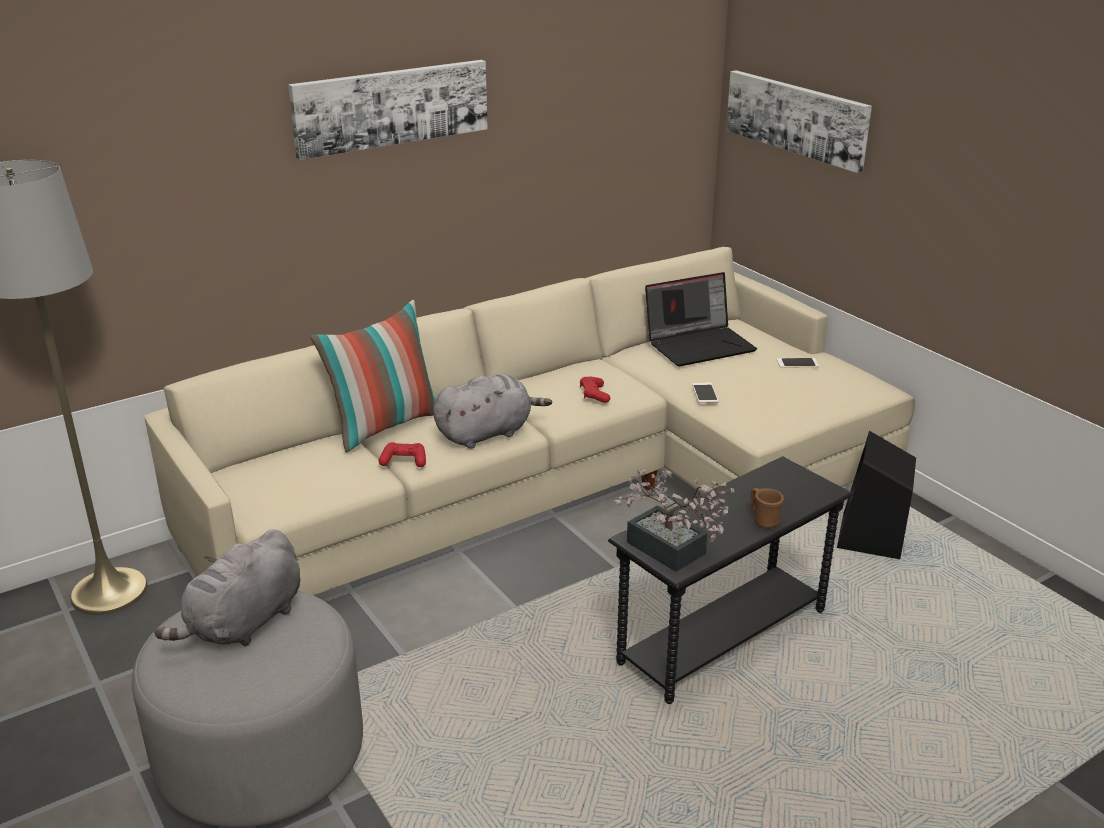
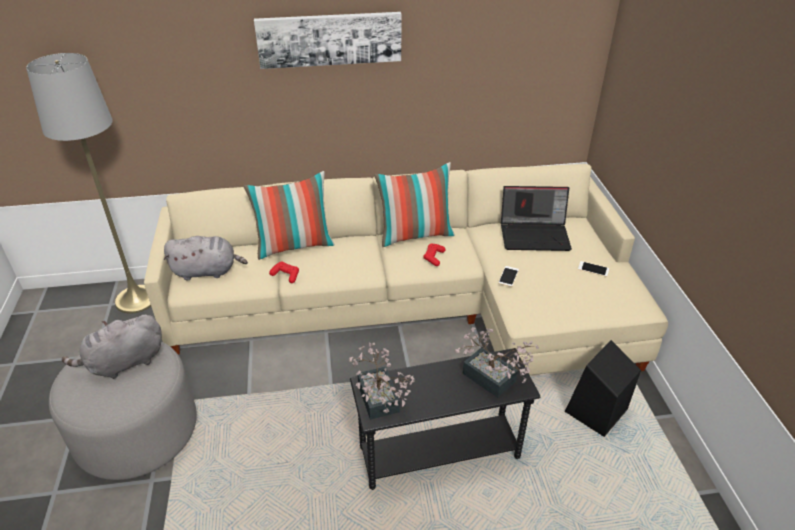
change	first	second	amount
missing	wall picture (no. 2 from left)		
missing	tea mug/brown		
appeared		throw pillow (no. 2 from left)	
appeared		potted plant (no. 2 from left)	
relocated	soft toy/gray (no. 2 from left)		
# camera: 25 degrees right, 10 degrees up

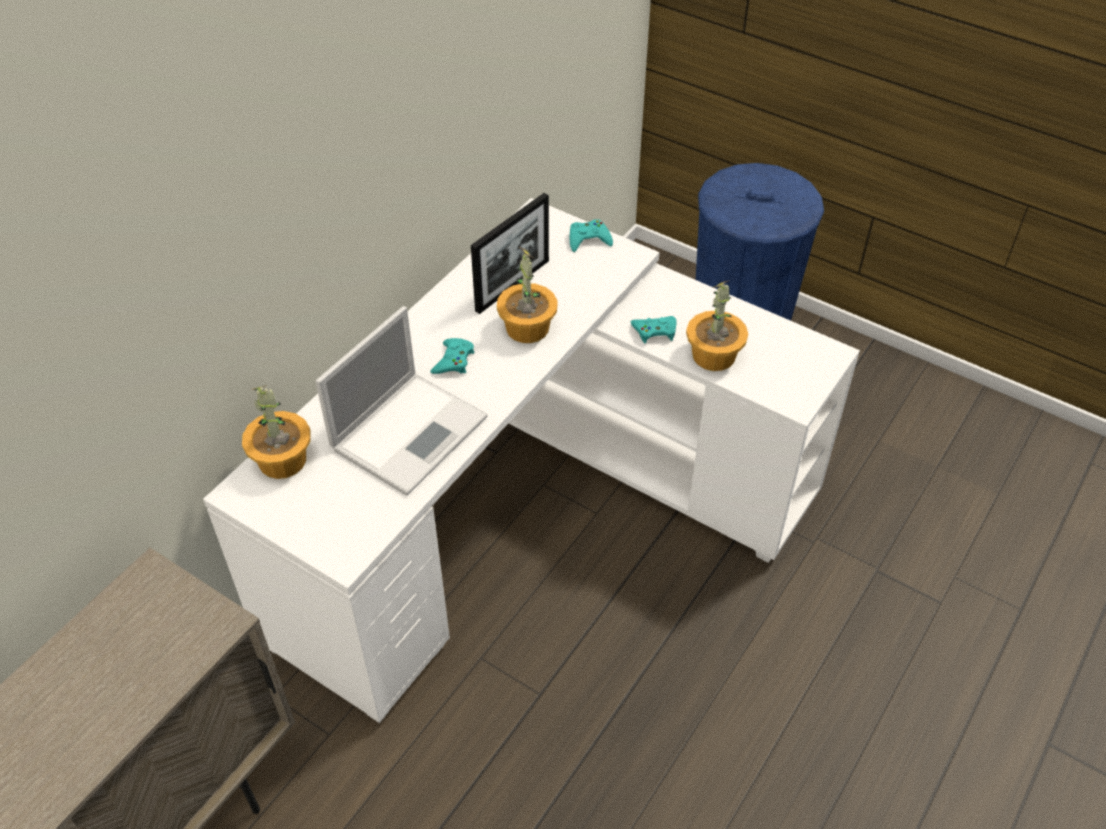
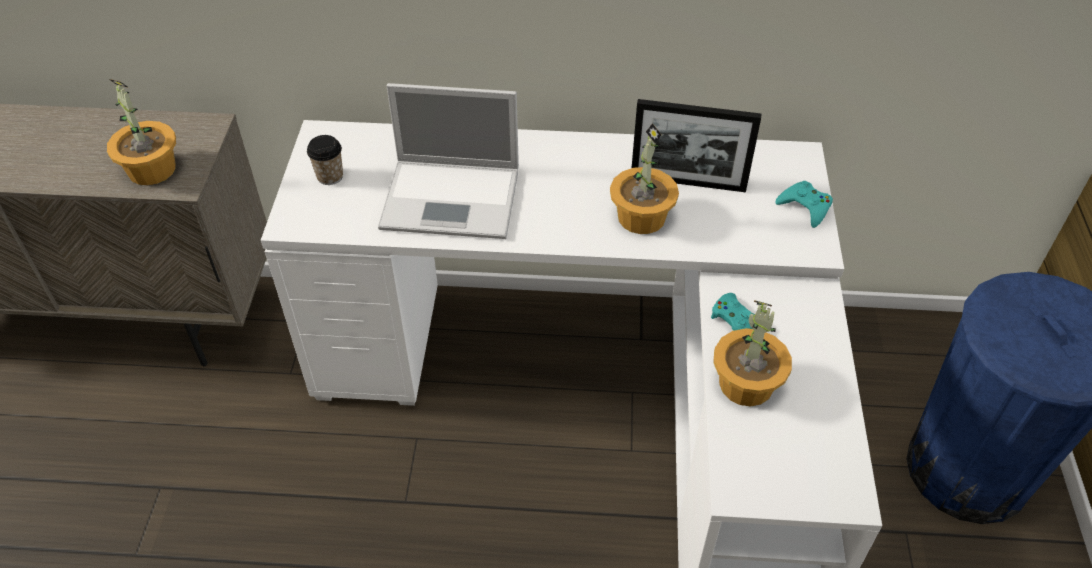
change	first	second	amount
missing	game controller/turquoise (no. 1 from left)		
appeared		small cup	
relocated	potted plant (no. 1 from left)		
# camera: 60 degrees right, 0 degrees up

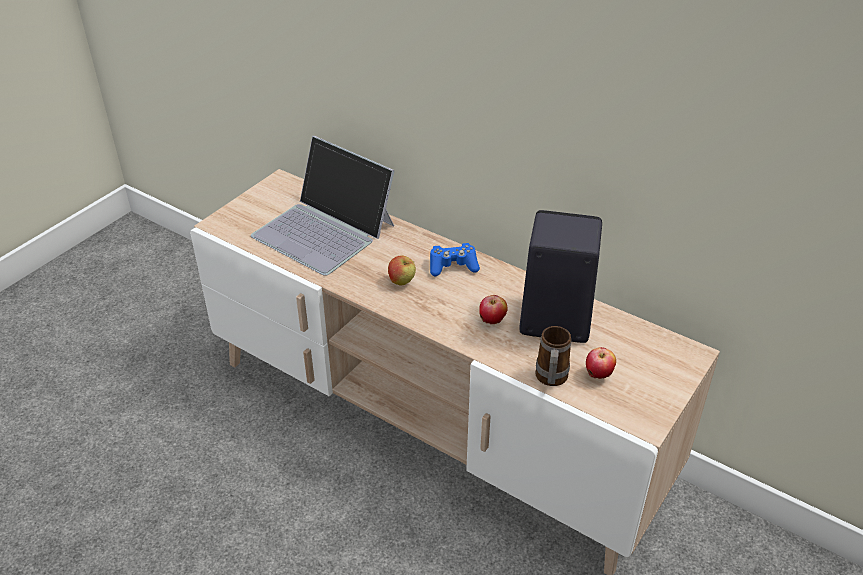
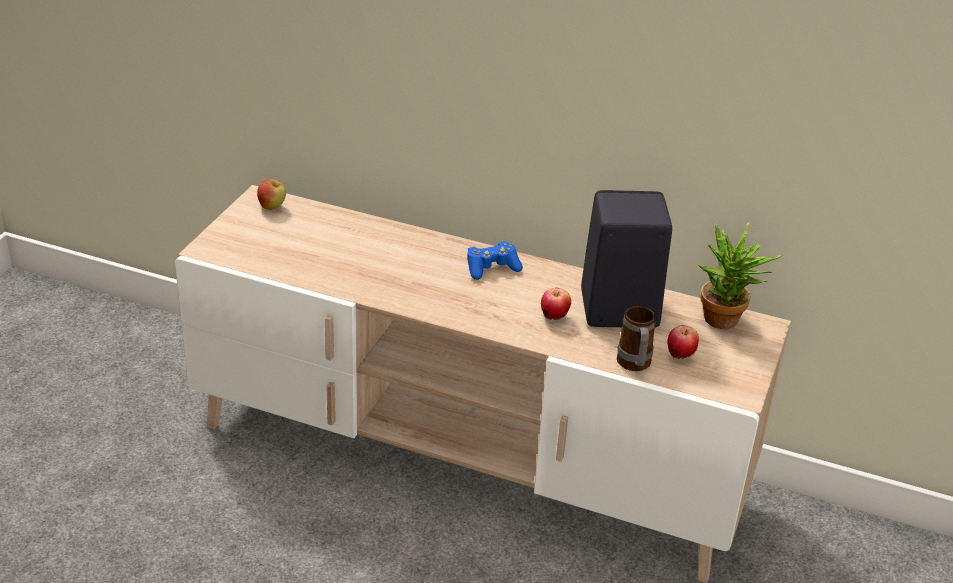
change	first	second	amount
missing	laptop		
appeared		potted plant	
relocated	apple (no. 1 from left)		
# camera: 15 degrees left, 5 degrees down

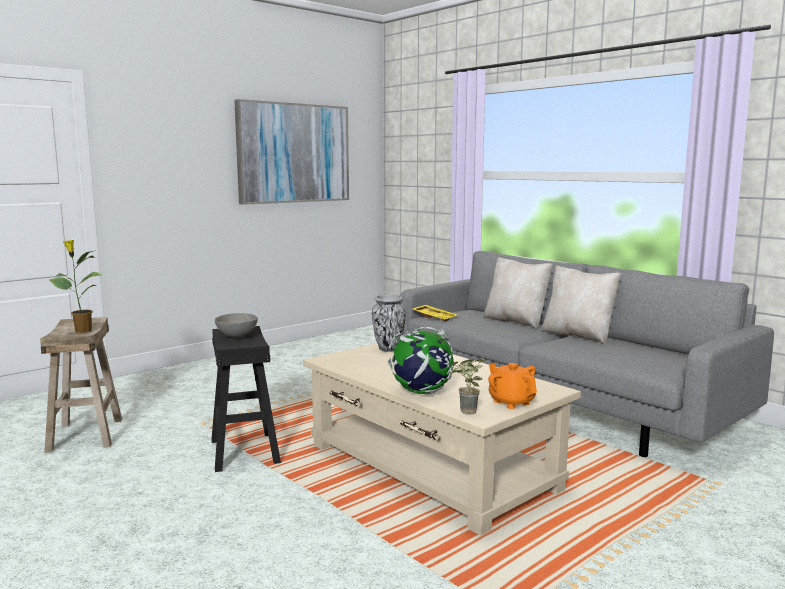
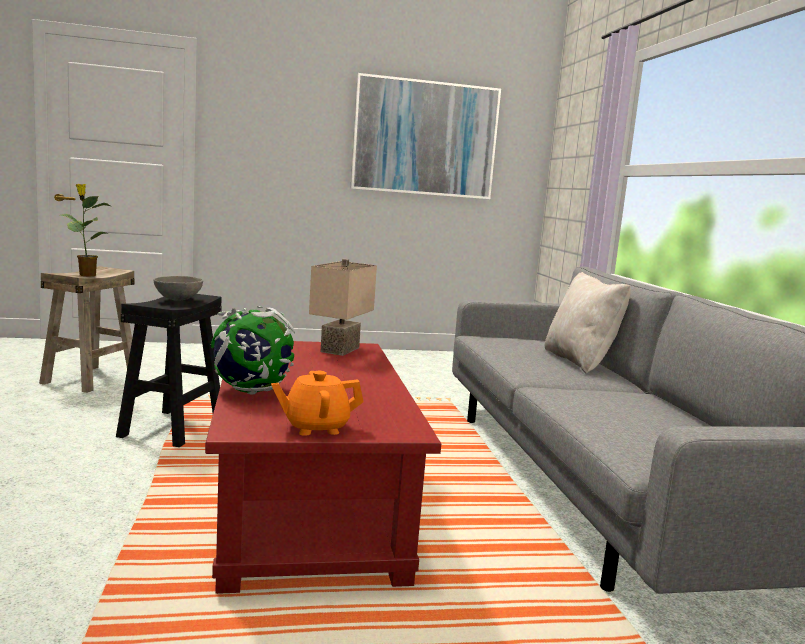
change	first	second	amount
missing	serving tray/yellow-coloured		
missing	potted plant (no. 2 from left)		
missing	throw pillow/sand-coloured (no. 2 from left)		
exchanged	flower vase	table lamp/sand-coloured	
colour	coffee table/sand-coloured	coffee table/red	
spun	teapot/orangey		105 degrees counterclockwise
# camera: 30 degrees right, 0 degrees up

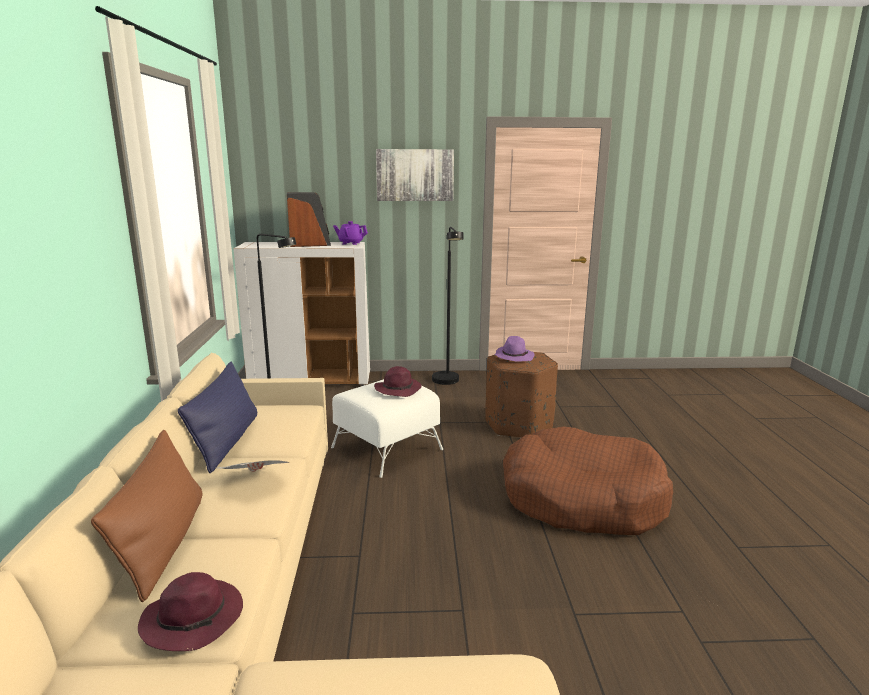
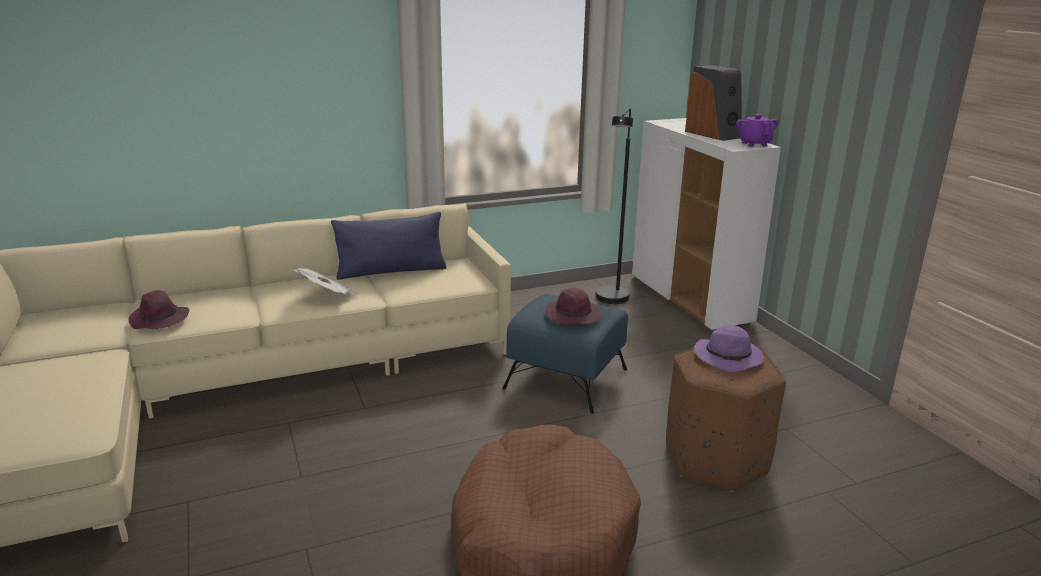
change	first	second	amount
missing	throw pillow/brown		
missing	wall picture		
missing	floor lamp/blackish (no. 2 from left)		
colour	ottoman/white-coloured	ottoman/bluish	
# camera: 70 degrees right, 5 degrees up

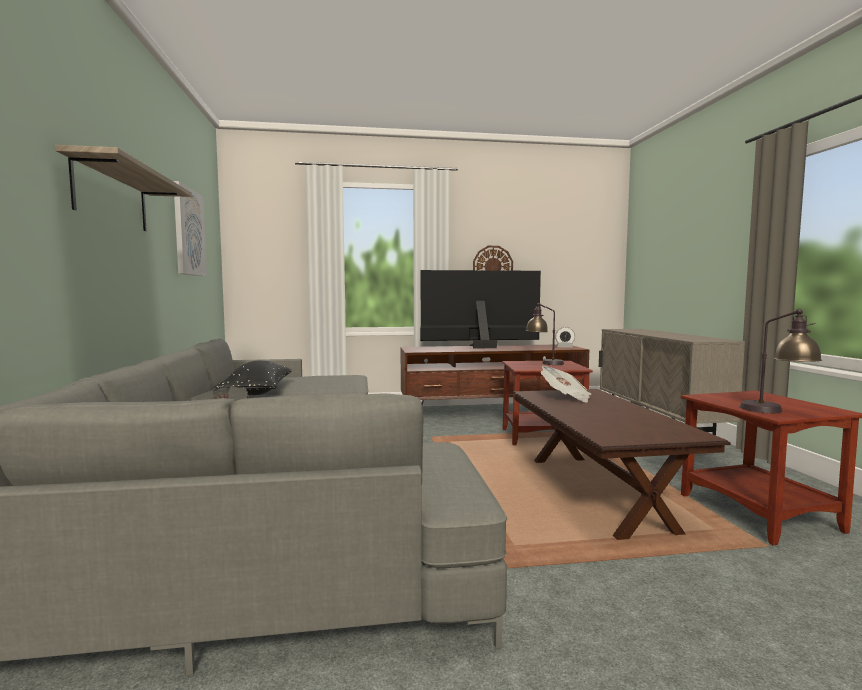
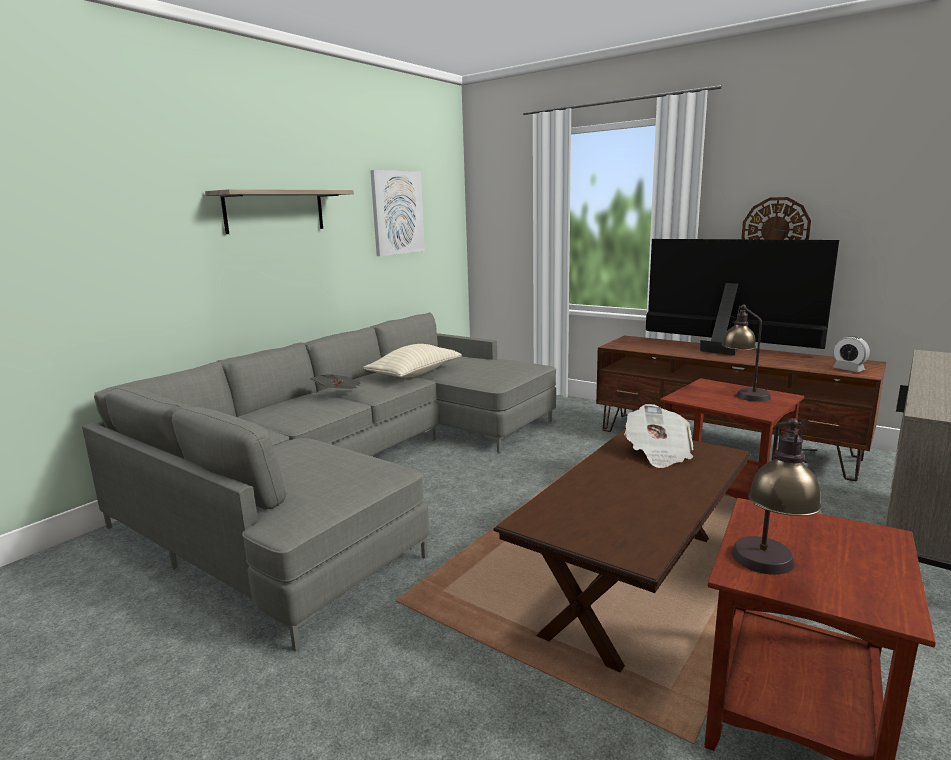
change	first	second	amount
colour	throw pillow/blackish	throw pillow/sand-coloured	
# camera: 45 degrees right, 10 degrees up

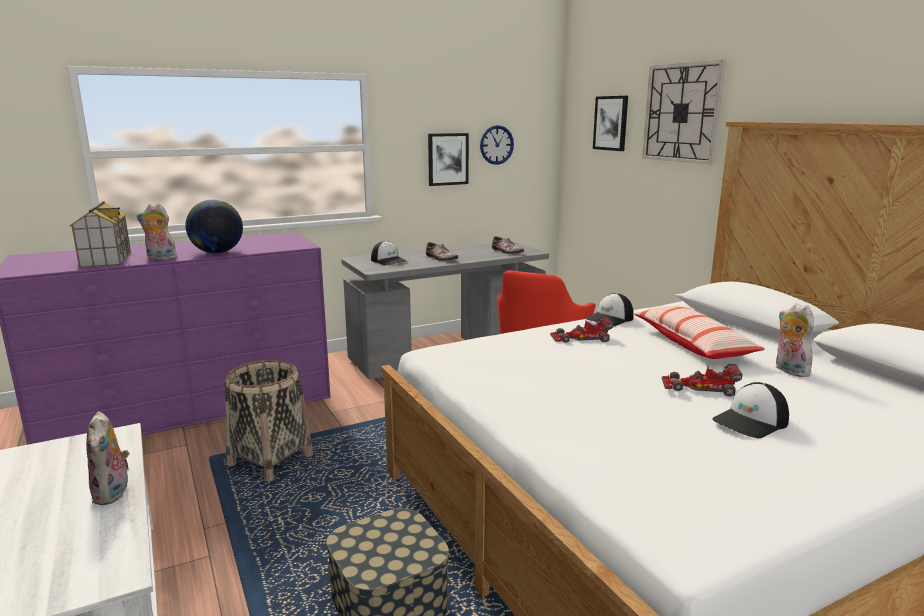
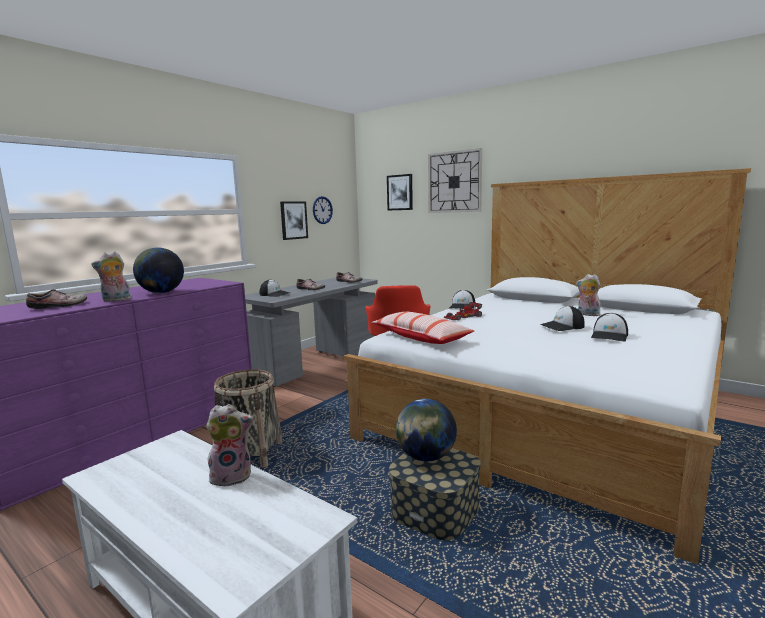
change	first	second	amount
appeared		desk globe (no. 2 from left)	
relocated	throw pillow		
exchanged	toy house	low shoe (no. 1 from left)	
exchanged	toy car (no. 2 from left)	peaked cap (no. 3 from left)	
spun	soft toy (no. 1 from left in the first image)	soft toy (no. 2 from left)	60 degrees counterclockwise
# camera: 25 degrees left, 5 degrees down

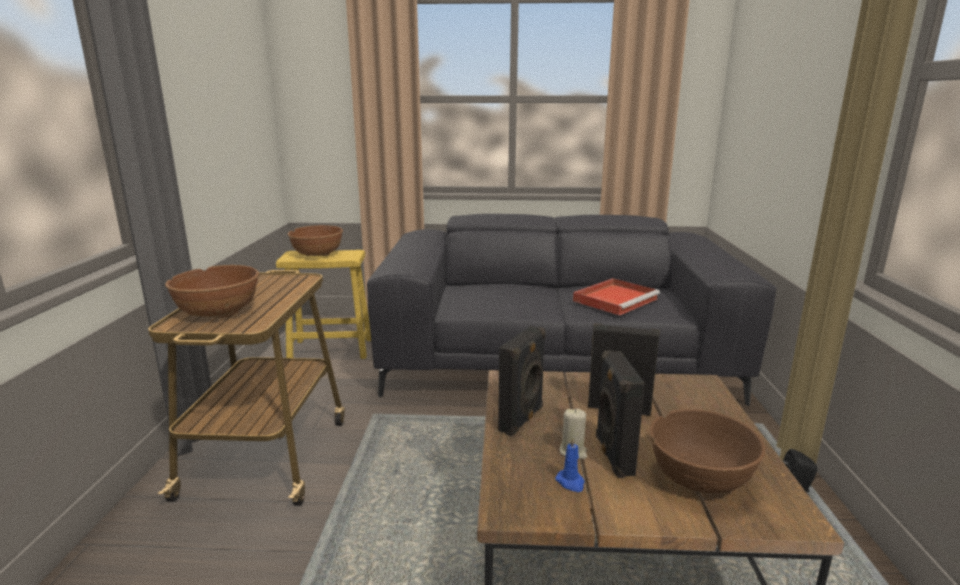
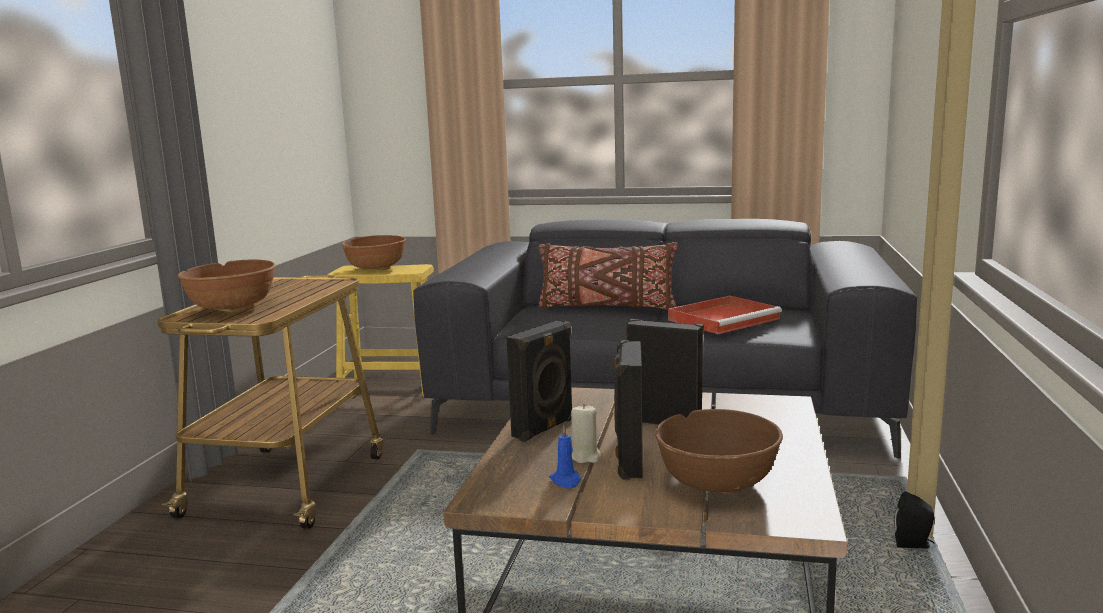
change	first	second	amount
appeared		throw pillow/brown	
# camera: 10 degrees right, 5 degrees down

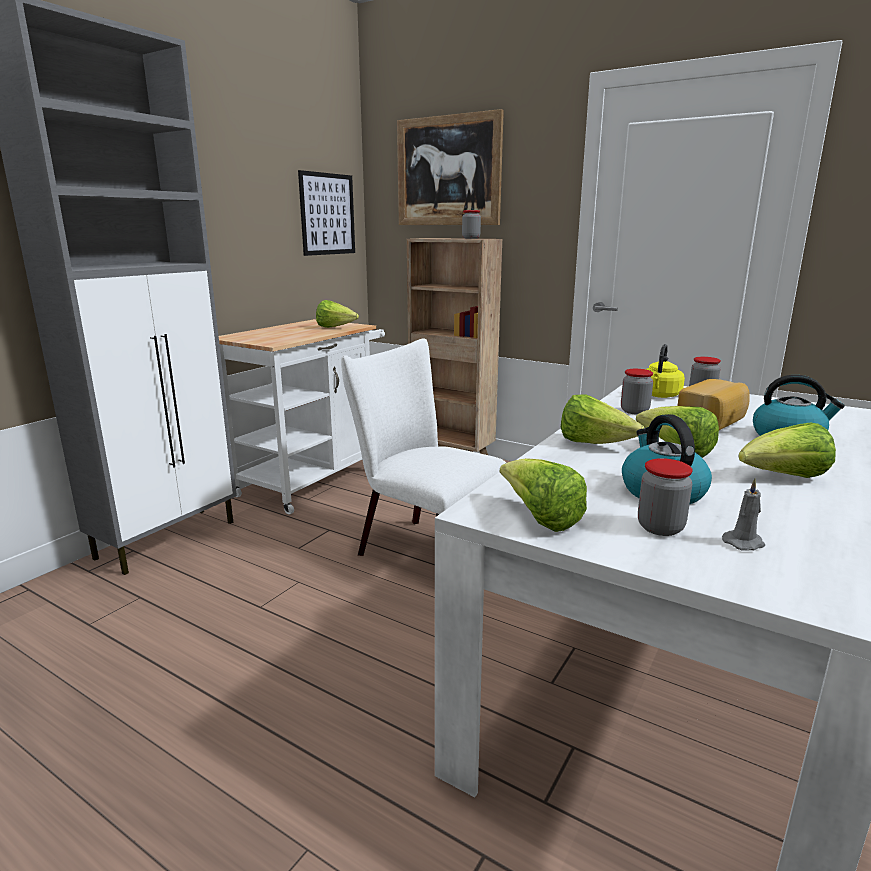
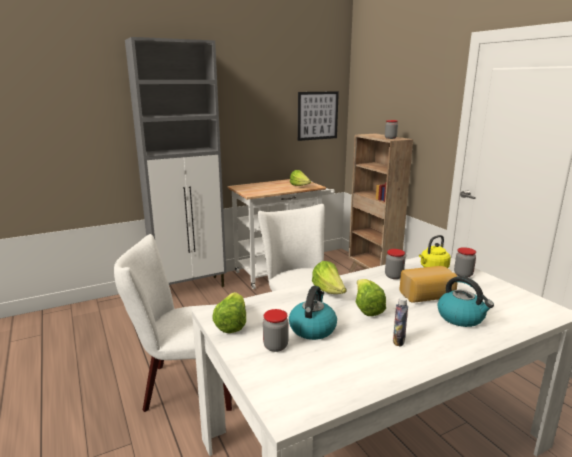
change	first	second	amount
missing	wall picture (no. 2 from left)		
missing	candle/gray		
appeared		upright chair/white-coloured (no. 1 from left)	
exchanged	lettuce (no. 5 from left)	bottle	
# camera: 30 degrees right, 0 degrees up

